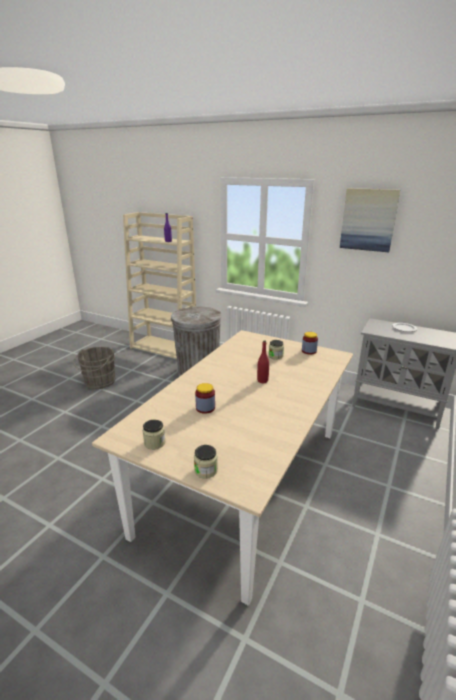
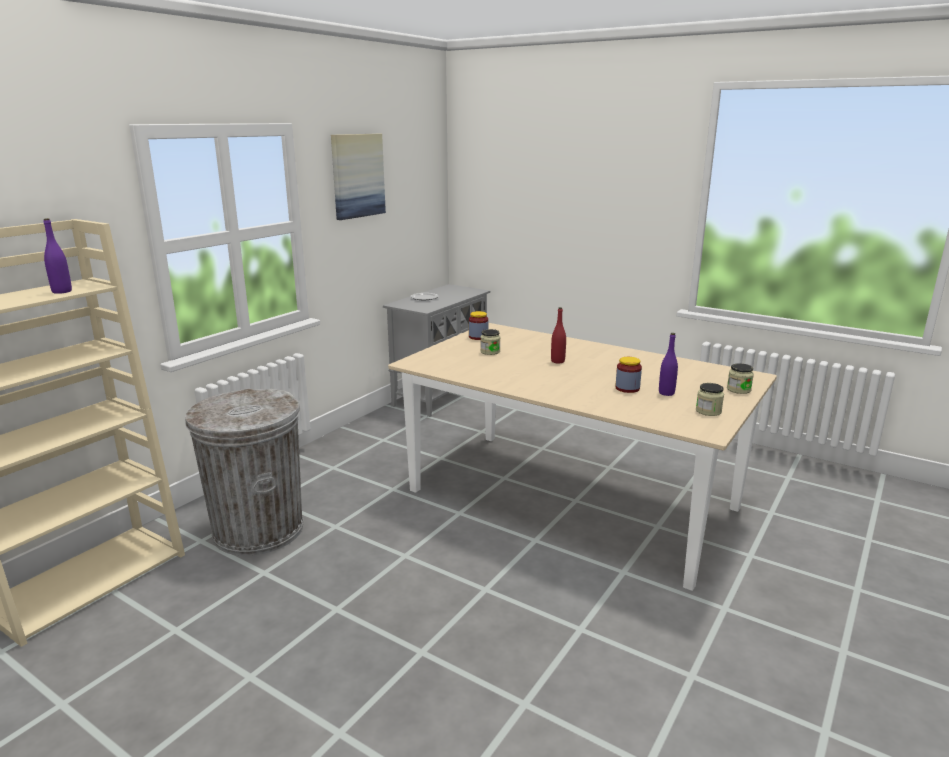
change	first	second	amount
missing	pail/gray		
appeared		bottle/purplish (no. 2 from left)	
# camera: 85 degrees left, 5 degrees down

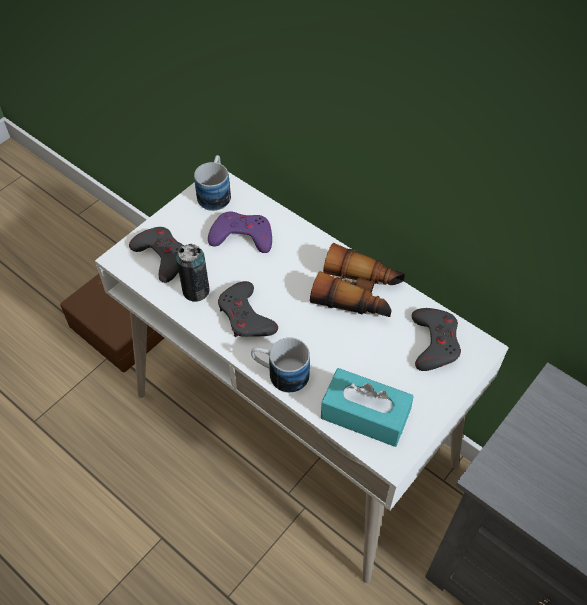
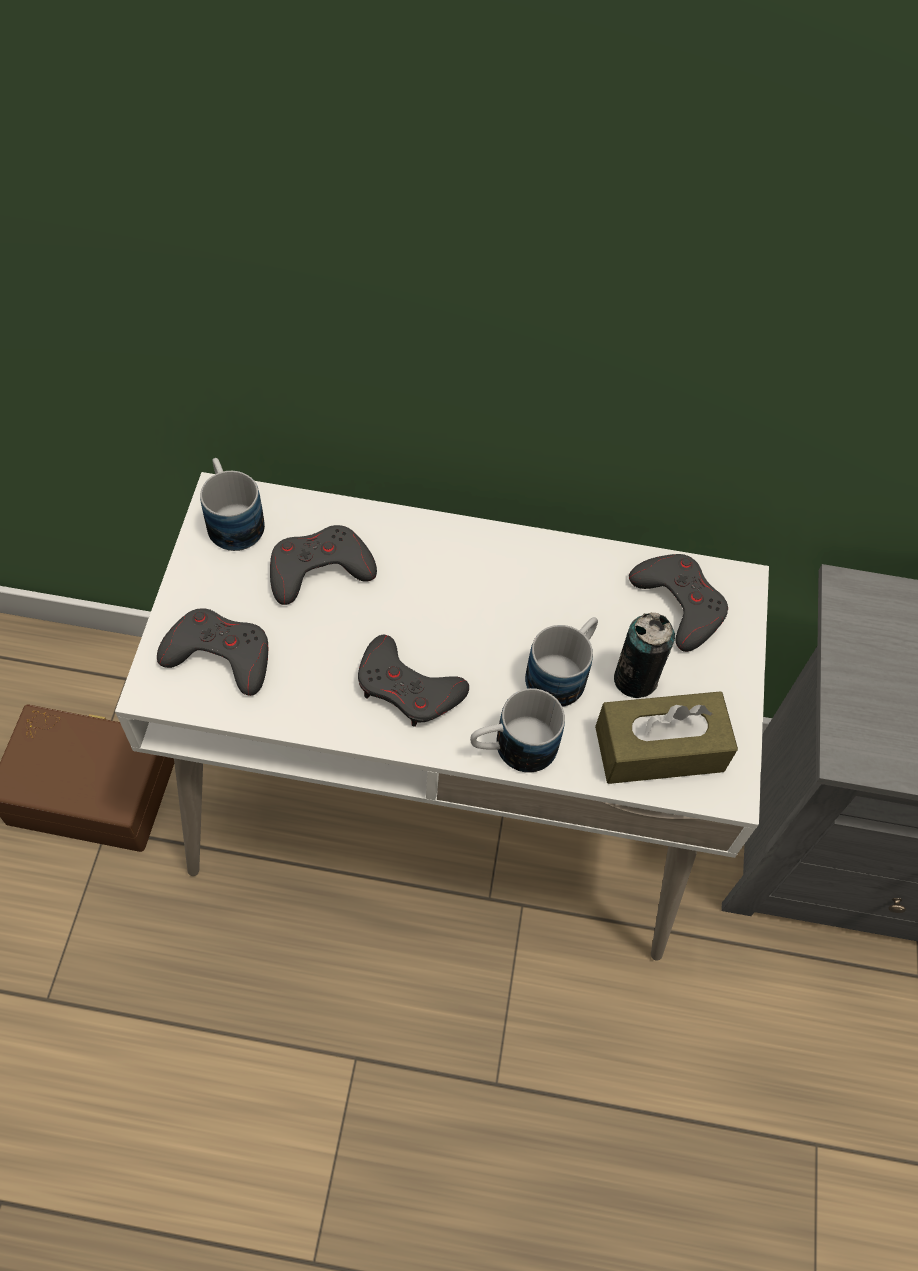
change	first	second	amount
missing	binoculars		
appeared		tea mug (no. 3 from left)	
relocated	can		
colour	game controller/purplish	game controller/gray (no. 2 from left)	
colour	box of tissues/turquoise	box of tissues/brown	
# camera: 35 degrees left, 5 degrees up

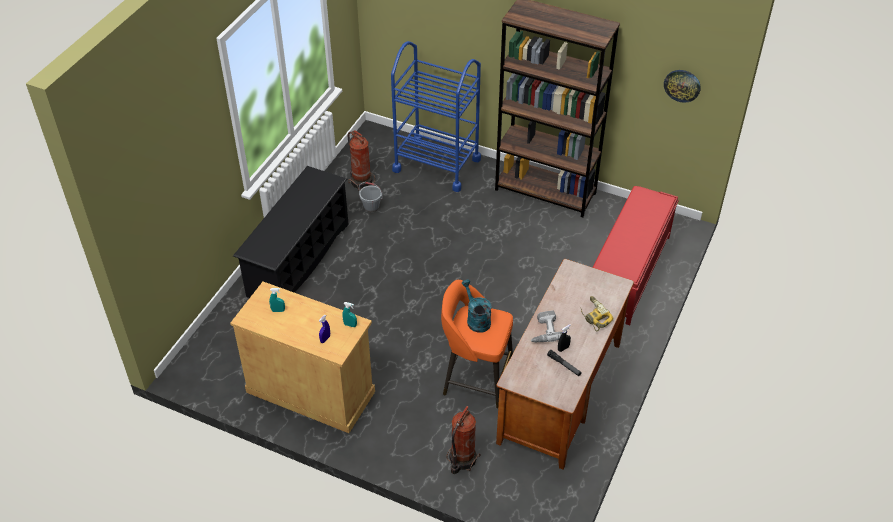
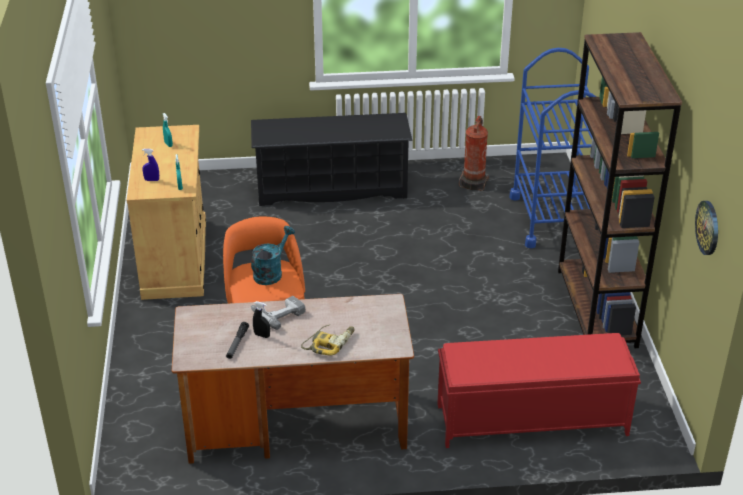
change	first	second	amount
missing	pail/gray		
missing	extinguisher (no. 2 from left)		
# camera: 60 degrees right, 10 degrees down

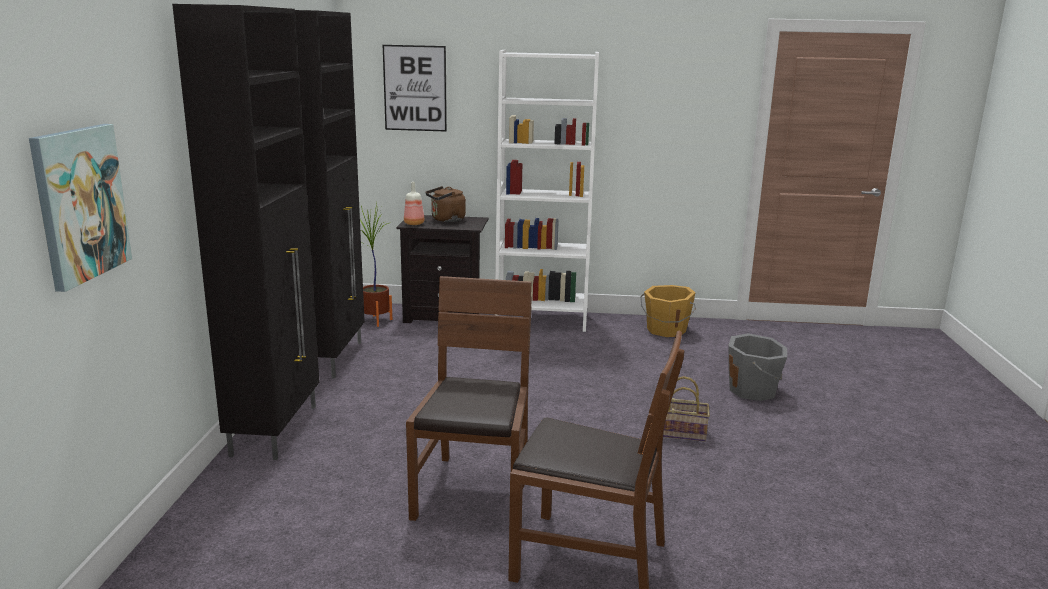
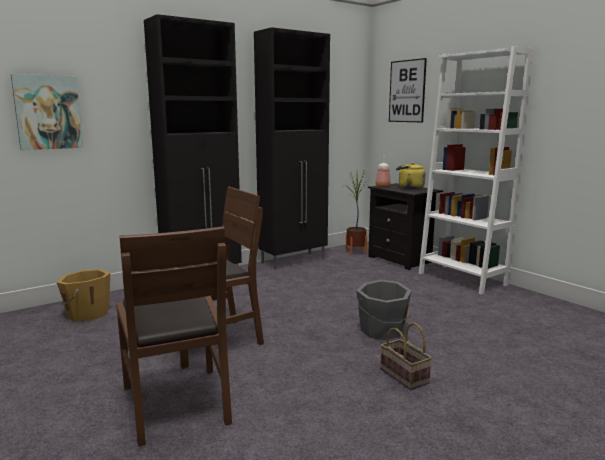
change	first	second	amount
relocated	pail/orangey		
relocated	pail/gray		
colour	tea kettle/brown	tea kettle/yellow-coloured	
# camera: 50 degrees right, 5 degrees down

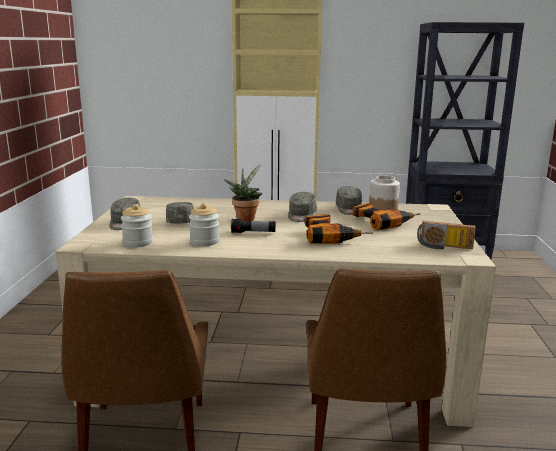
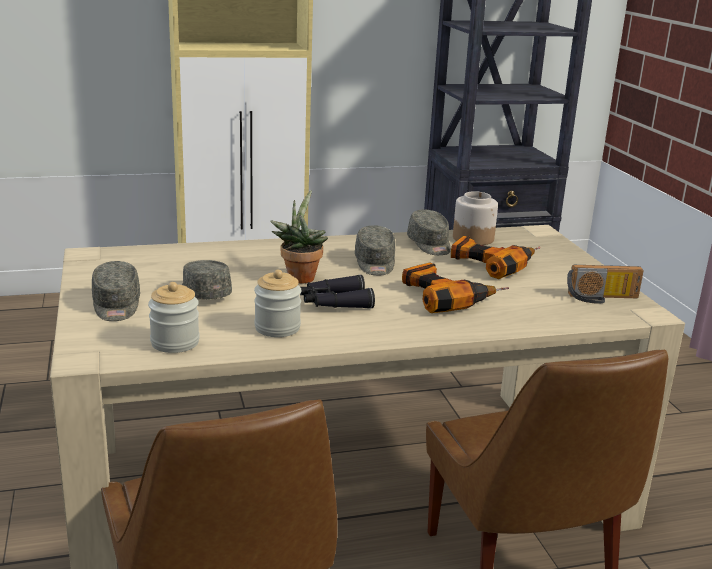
change	first	second	amount
exchanged	flashlight	binoculars/blackish	
# camera: 20 degrees left, 5 degrees up

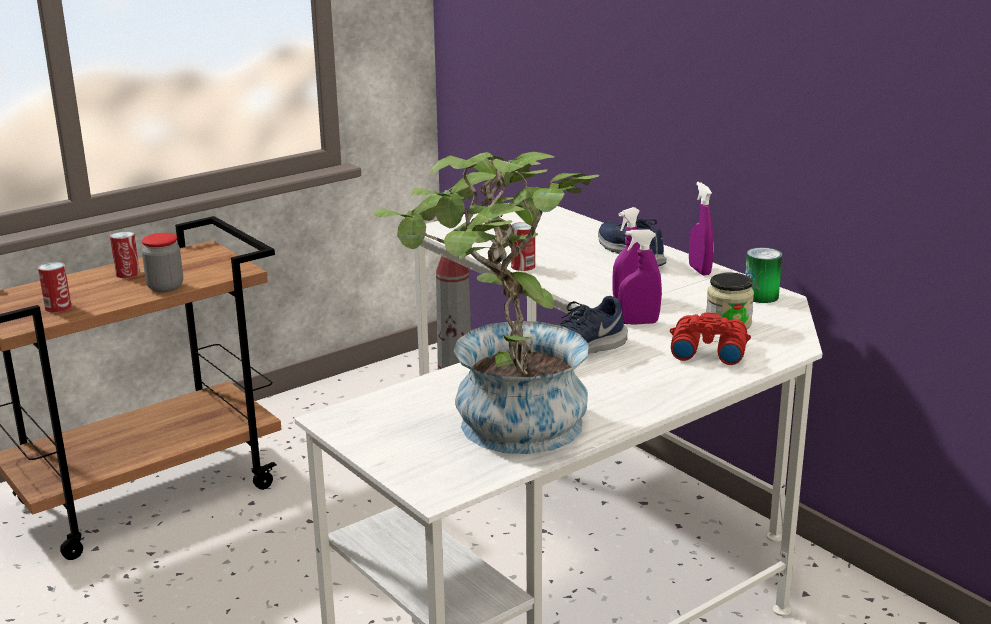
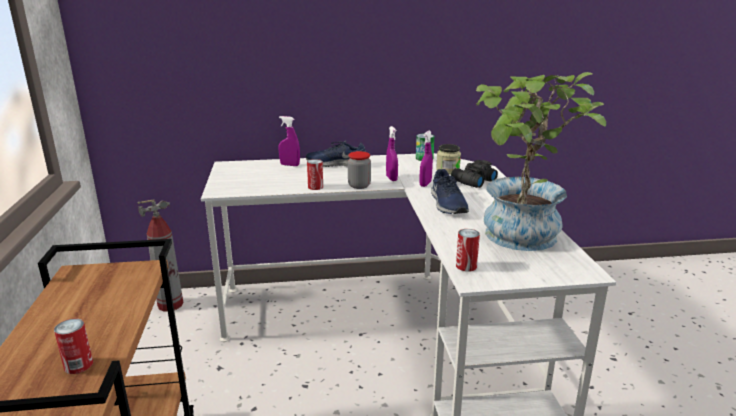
change	first	second	amount
relocated	can (no. 2 from left in the first image)	can (no. 4 from left)	
relocated	preserve jar (no. 1 from left)		
relocated	hand sprayer/purplish (no. 3 from left in the first image)	hand sprayer/purplish (no. 1 from left)	
colour	binoculars/red	binoculars/blackish	
# camera: 60 degrees left, 0 degrees up

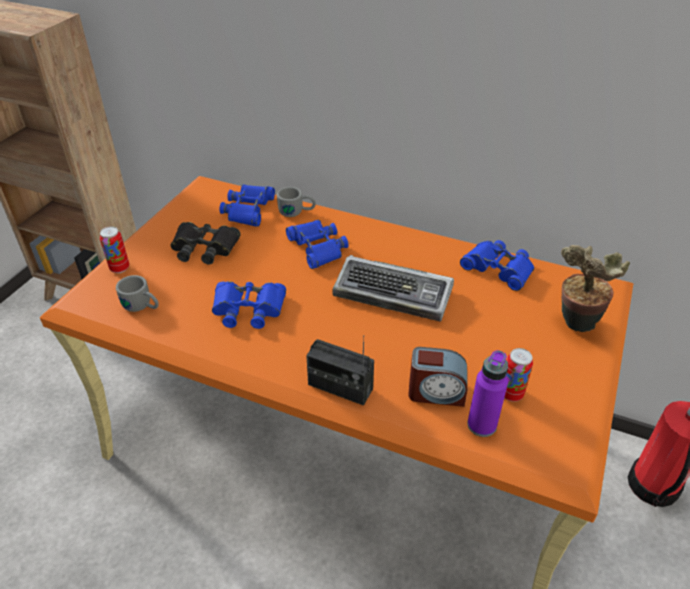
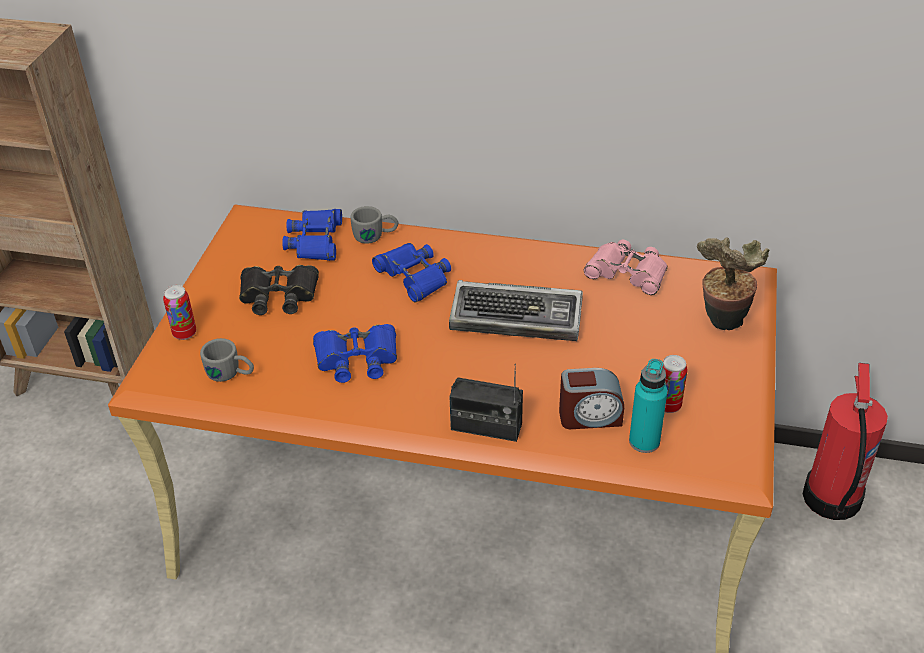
change	first	second	amount
colour	binoculars/bluish (no. 4 from left)	binoculars/pink	
colour	bottle/purplish	bottle/turquoise	
# camera: 10 degrees left, 0 degrees up

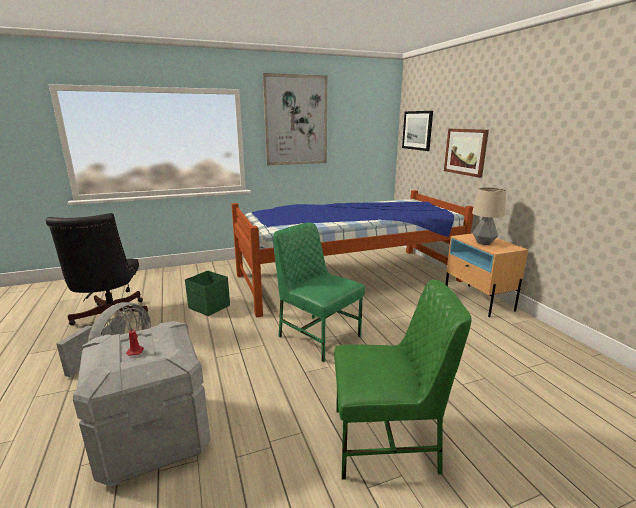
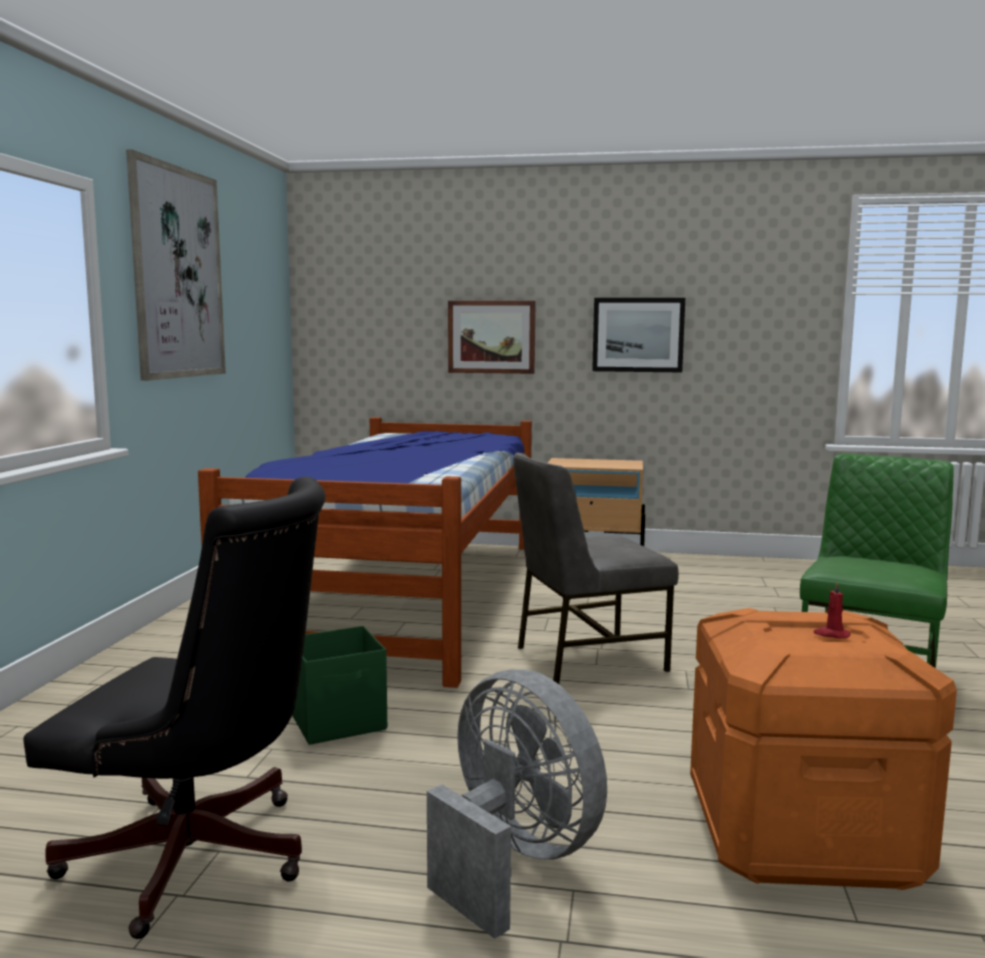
change	first	second	amount
missing	table lamp		
relocated	wall picture (no. 2 from left in the first image)	wall picture (no. 3 from left)	
colour	storage bin/gray	storage bin/orangey	
colour	upright chair/green-coloured (no. 1 from left)	upright chair/gray	
# camera: 60 degrees left, 10 degrees down

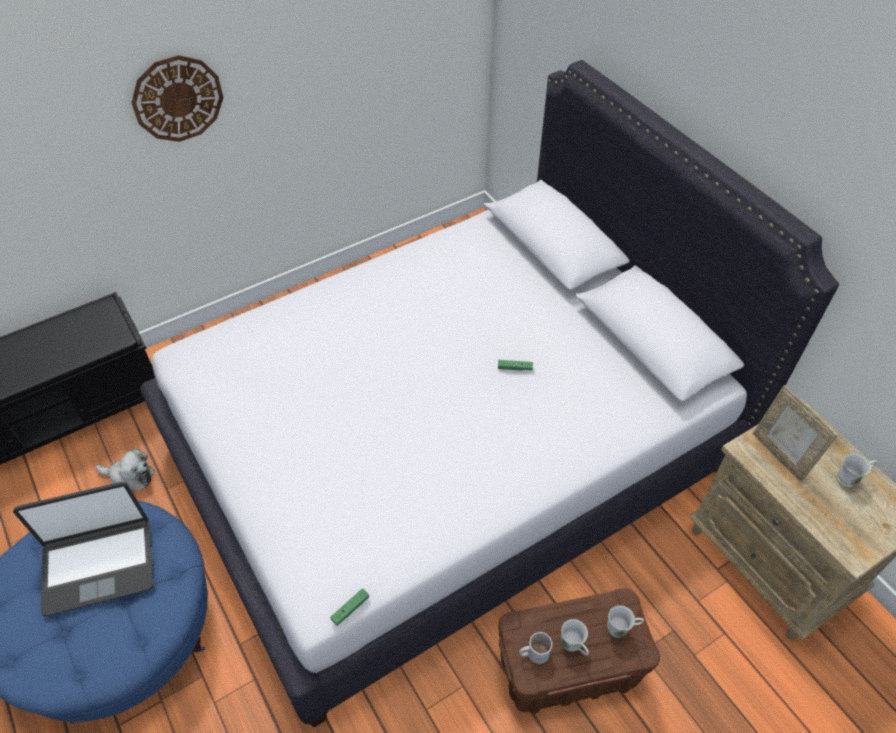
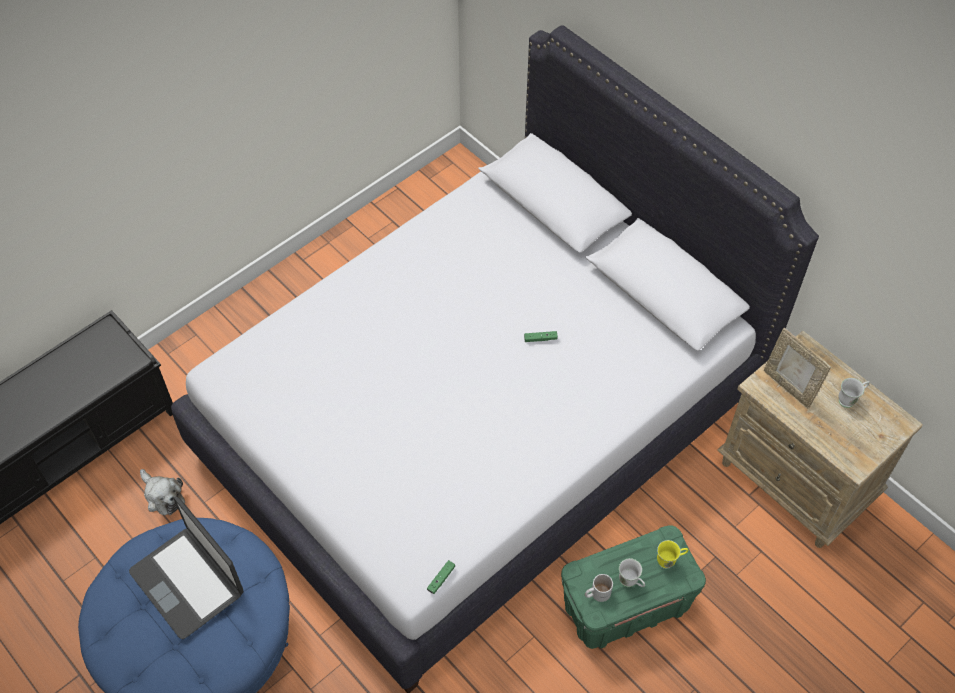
change	first	second	amount
missing	clock on the wall		
colour	storage bin/brown	storage bin/green-coloured	
colour	tea mug/white-coloured (no. 3 from left)	tea mug/yellow-coloured	
spun	laptop		75 degrees clockwise
spun	soft toy		45 degrees clockwise
# camera: 10 degrees left, 5 degrees up

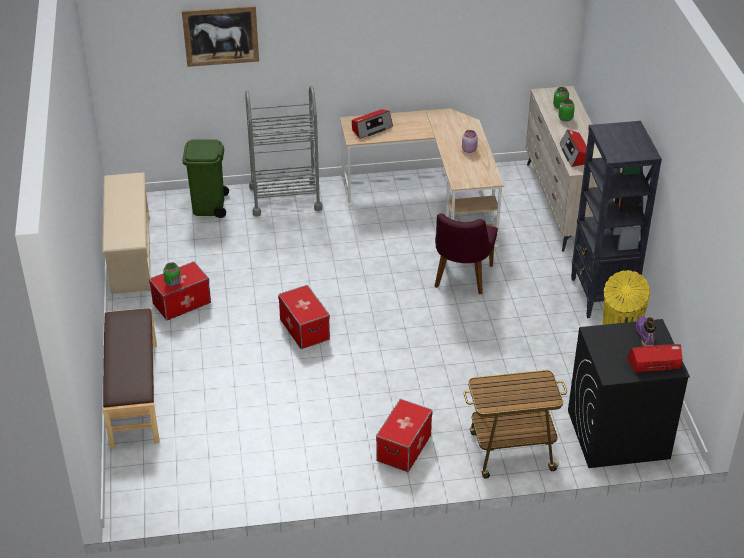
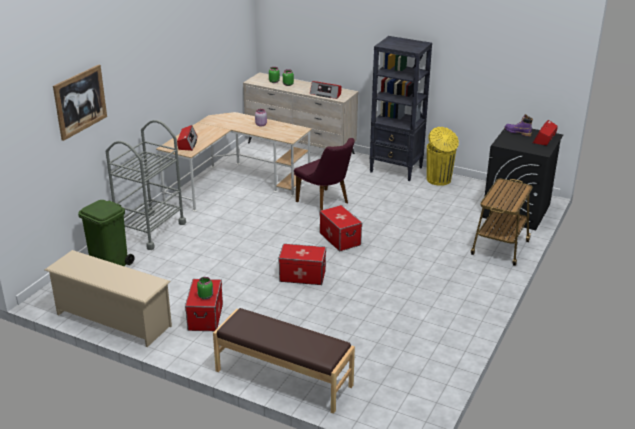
change	first	second	amount
relocated	storage bin (no. 3 from left)		
# camera: 55 degrees left, 10 degrees down

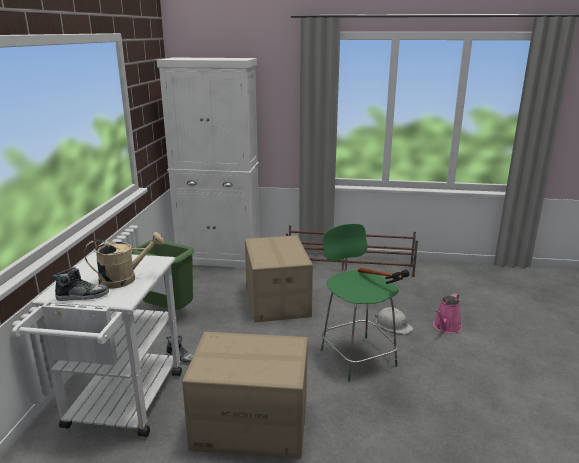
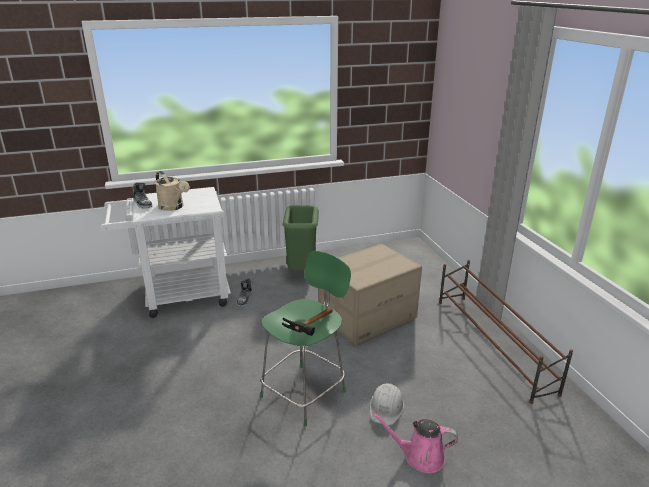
change	first	second	amount
missing	cabinet/white-coloured		
missing	carton (no. 1 from left)		
# camera: 65 degrees right, 5 degrees up

